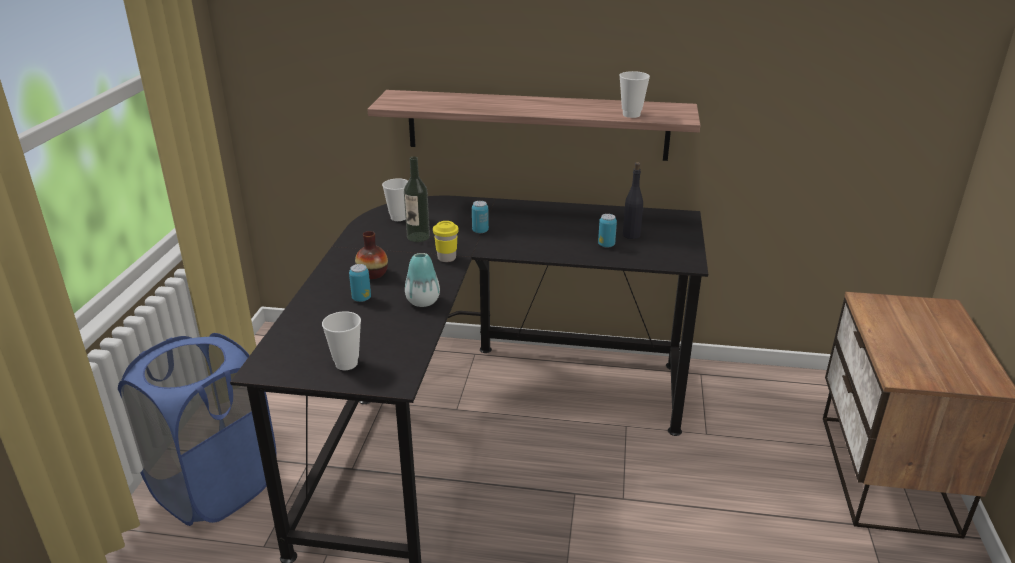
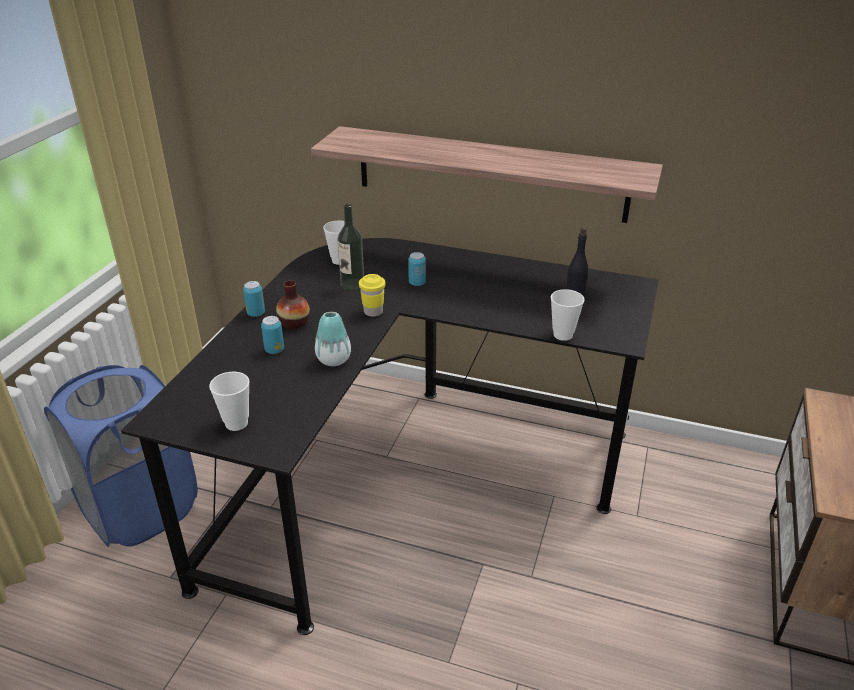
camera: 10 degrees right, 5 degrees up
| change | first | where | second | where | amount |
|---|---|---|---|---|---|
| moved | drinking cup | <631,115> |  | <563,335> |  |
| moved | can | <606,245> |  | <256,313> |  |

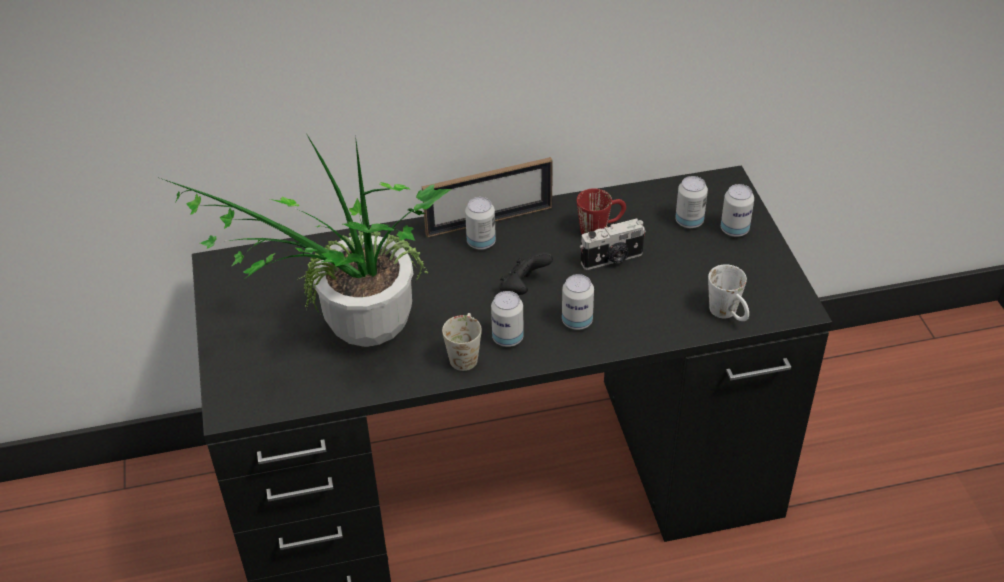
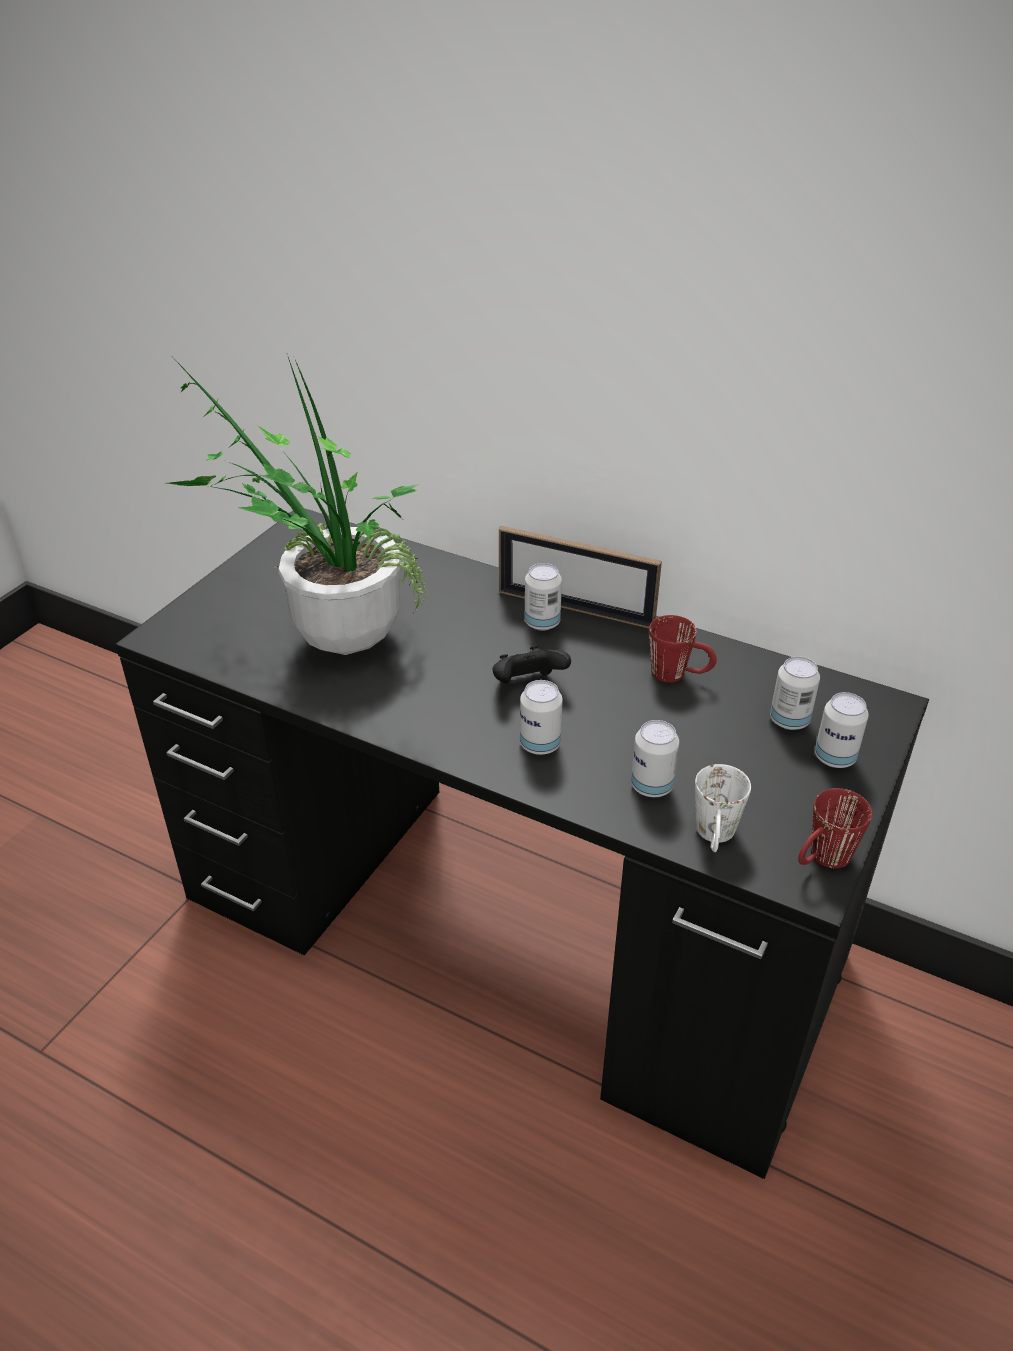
camera: 40 degrees right, 5 degrees down
| change | first | where | second | where | amount |
|---|---|---|---|---|---|
| removed | still camera | <612,259> |  |  |  |
| moved | can | <507,338> |  | <651,786> |  |
| removed | mug (whitish) | <465,353> |  |  |  |
| added |  |  | mug (reddish) | <822,860> |  |

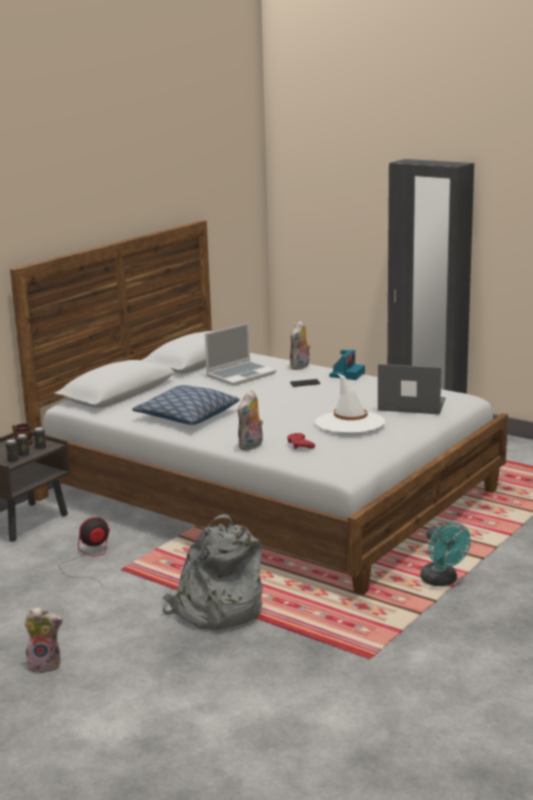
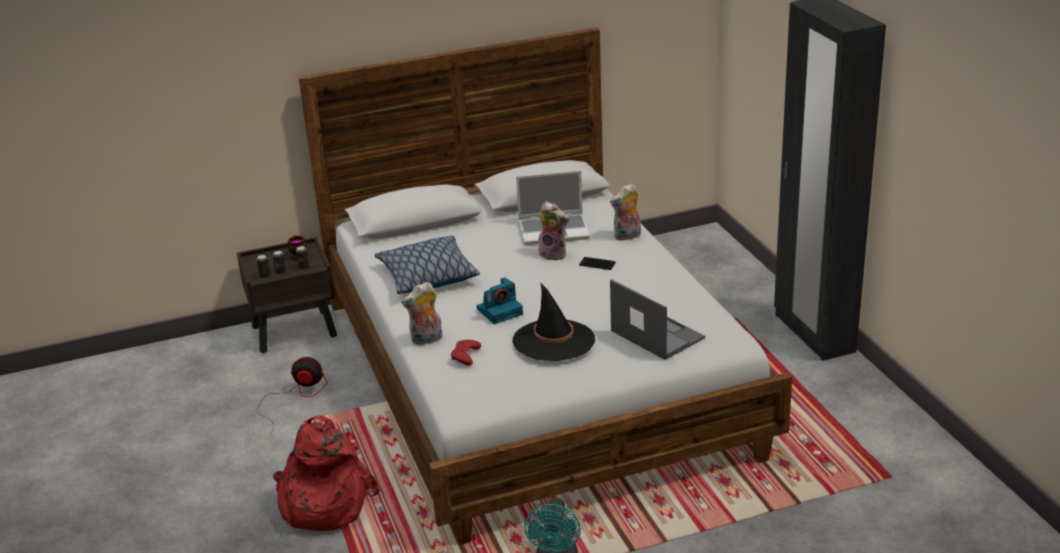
camera: 35 degrees right, 10 degrees up
| change | first | where | second | where | amount |
|---|---|---|---|---|---|
| moved | still camera | <347,374> |  | <500,311> |  |
| recoloured | wearable hat (whitish) | <350,423> | wearable hat (black) | <554,341> |  |
| recoloured | knapsack (greyish) | <216,610> | knapsack (reddish) | <322,503> |  |
| moved | soft toy | <45,664> |  | <554,254> |  |

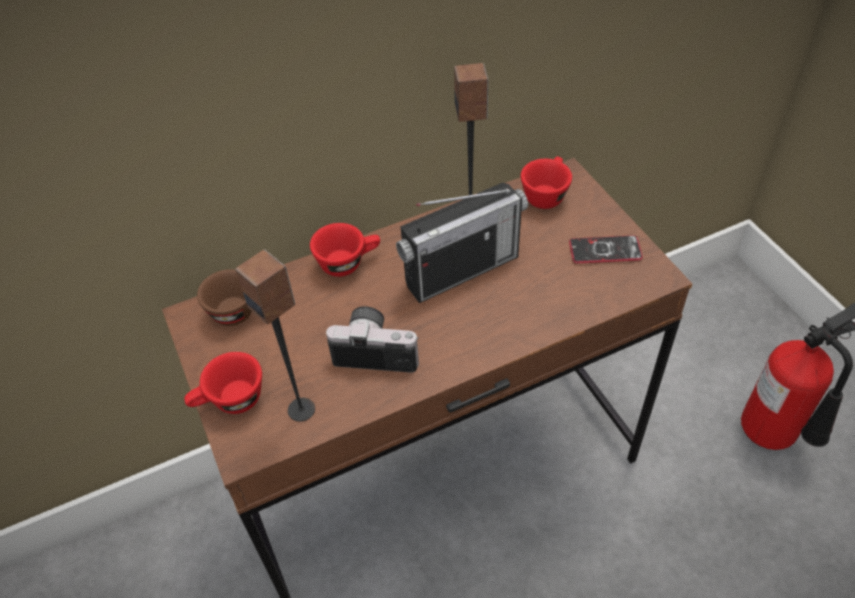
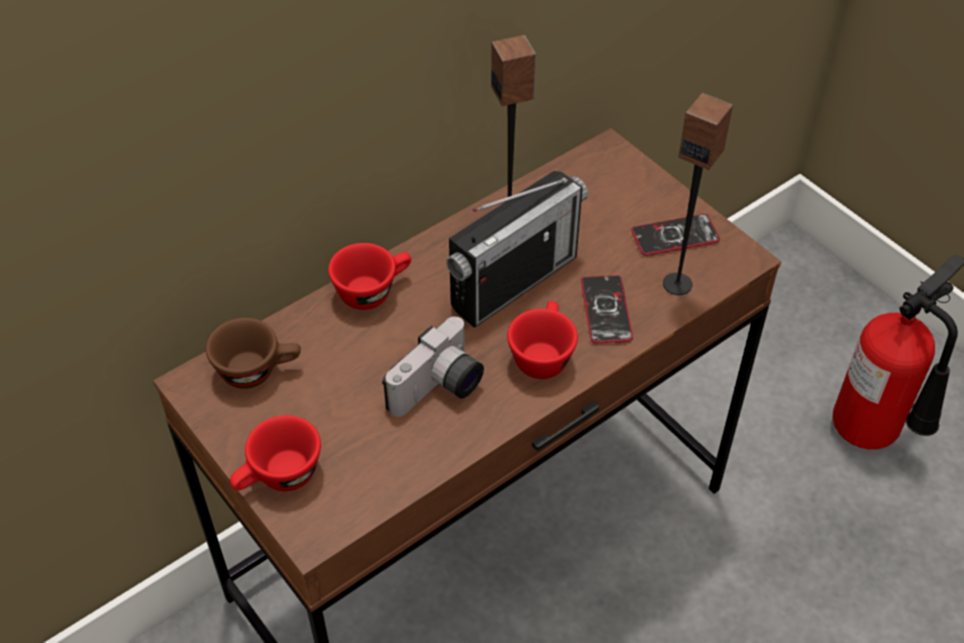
camera: 15 degrees left, 0 degrees up
| change | first | where | second | where | amount |
|---|---|---|---|---|---|
| moved | drinking cup (reddish) | <546,194> |  | <541,354> |  |
| moved | audio speaker | <302,409> |  | <678,283> |  |
| turned | still camera | <377,349> |  | <439,390> | 135 degrees clockwise |
| added |  |  | telephone | <606,310> |  |

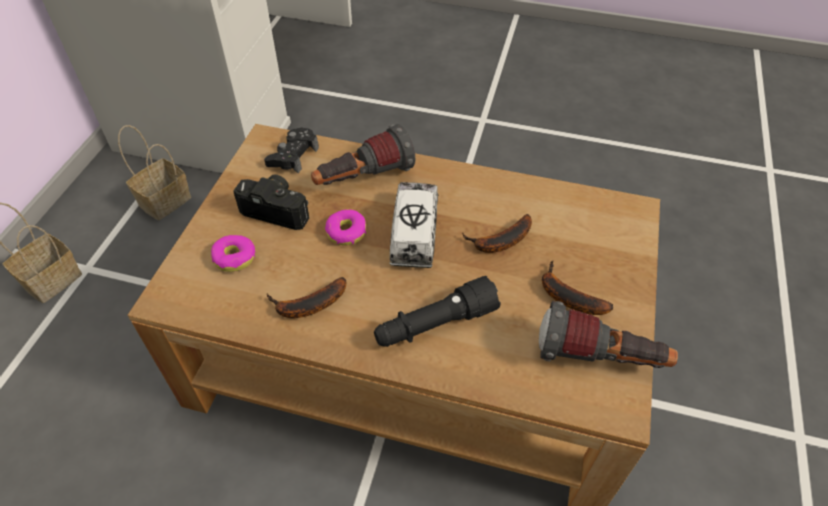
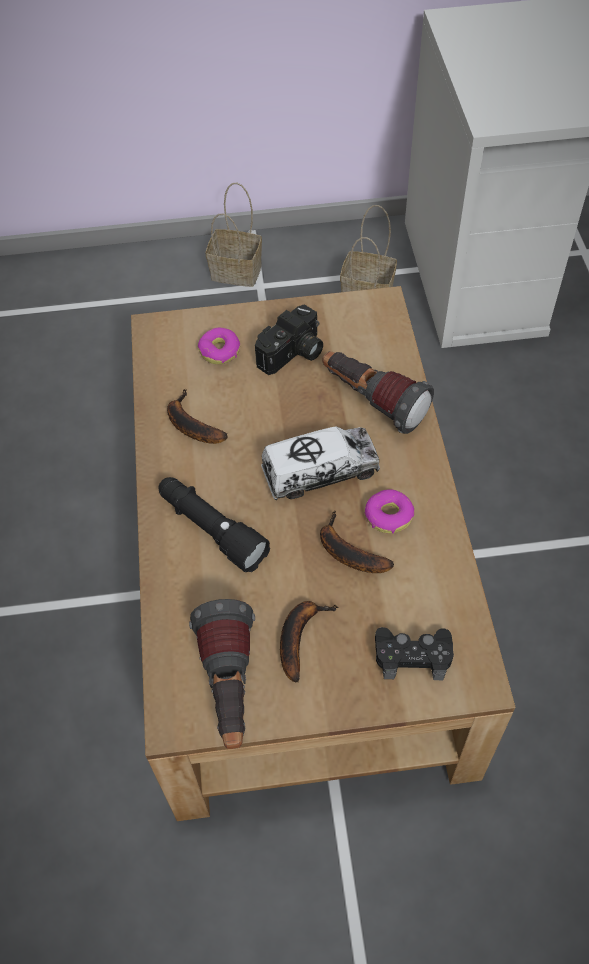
camera: 70 degrees right, 5 degrees up
| change | first | where | second | where | amount |
|---|---|---|---|---|---|
| moved | joypad (black) | <293,156> |  | <412,656> |  |
| turned | still camera | <278,209> |  | <293,355> | 45 degrees clockwise |
| moved | doughnut | <346,232> |  | <388,515> |  |

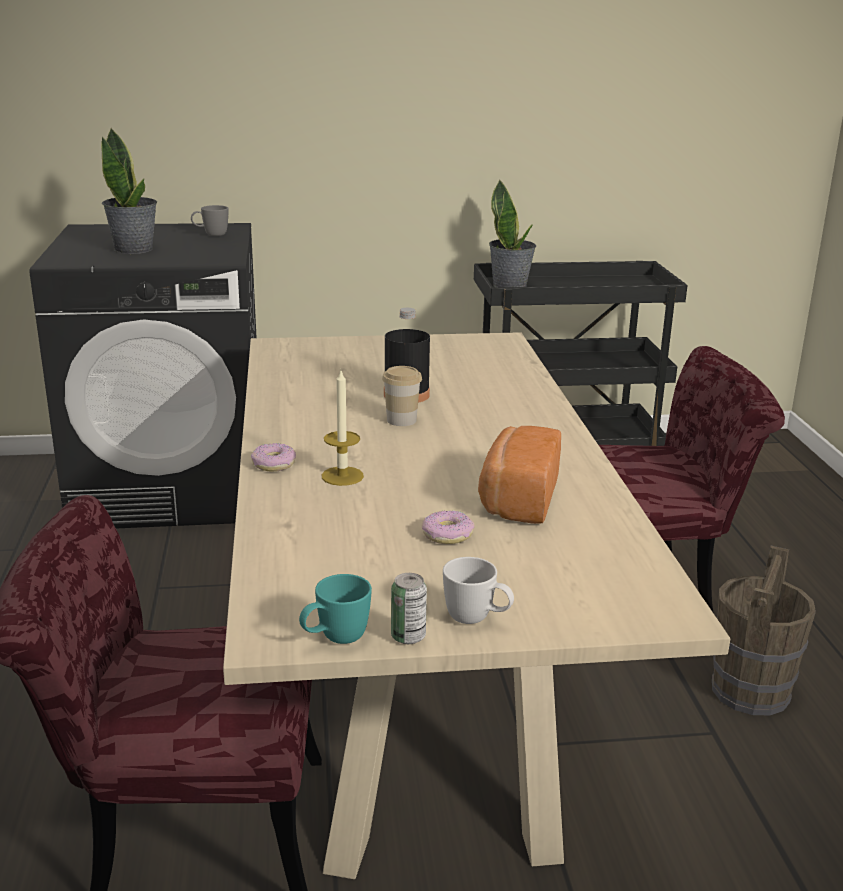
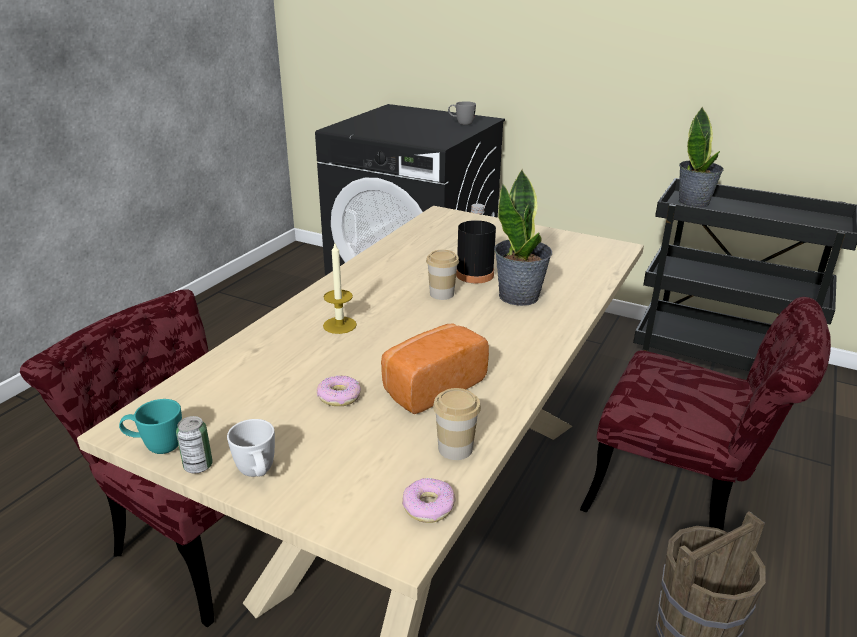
camera: 35 degrees right, 5 degrees up
| change | first | where | second | where | amount |
|---|---|---|---|---|---|
| moved | houseplant | <134,249> |  | <519,296> |  |
| moved | doughnut | <273,464> |  | <428,506> |  |
| added |  |  | drinking cup | <455,448> |  |

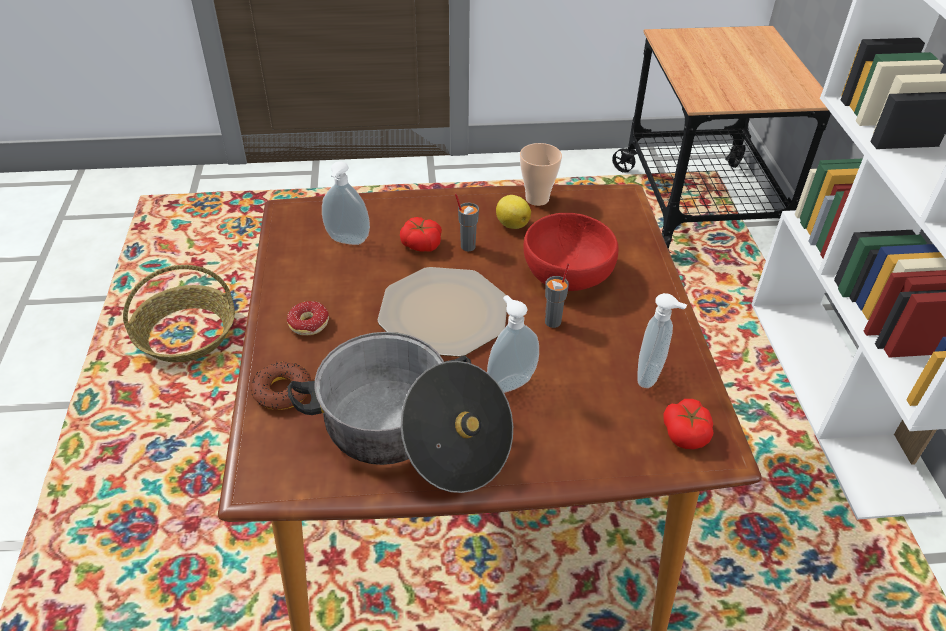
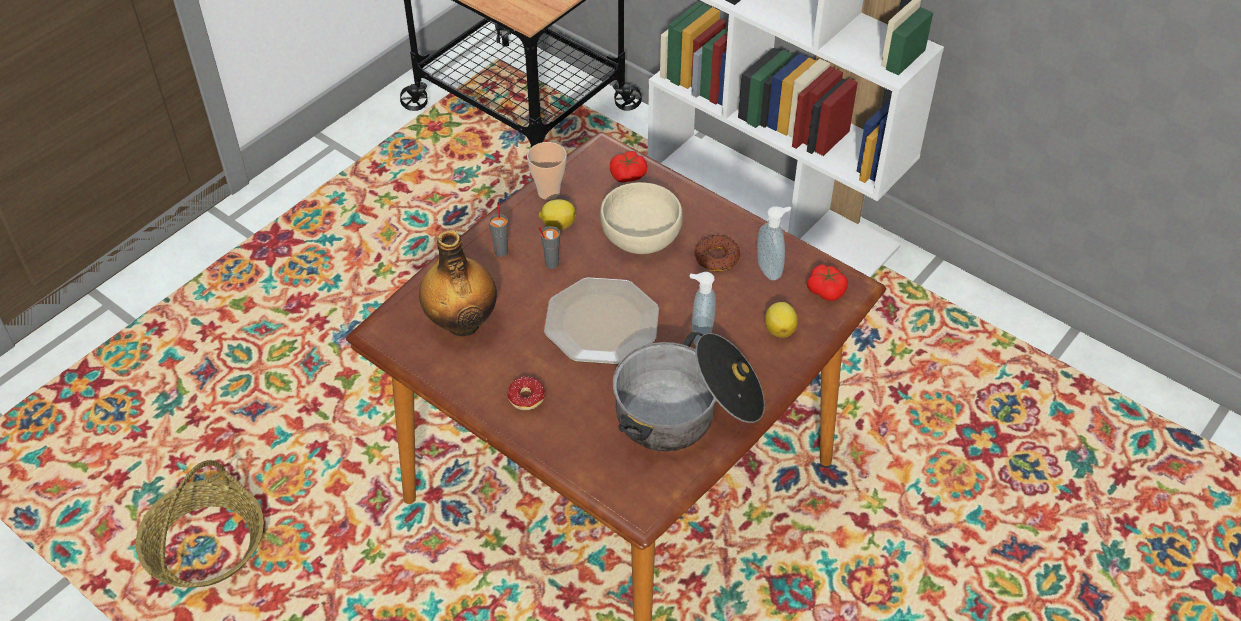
camera: 45 degrees left, 5 degrees up
| change | first | where | second | where | amount |
|---|---|---|---|---|---|
| replaced | soap bottle | <347,241> | beverage bottle | <462,322> |  |
| recoloured | bowl (reddish) | <566,274> | bowl (beige) | <640,237> |  |
| moved | fresh tomato | <421,244> |  | <628,175> |  |
| moved | drinking cup (greyish) | <553,322> |  | <501,251> |  |
| moved | doughnut | <282,391> |  | <716,257> |  |
| added |  |  | whole lemon | <780,329> |  |

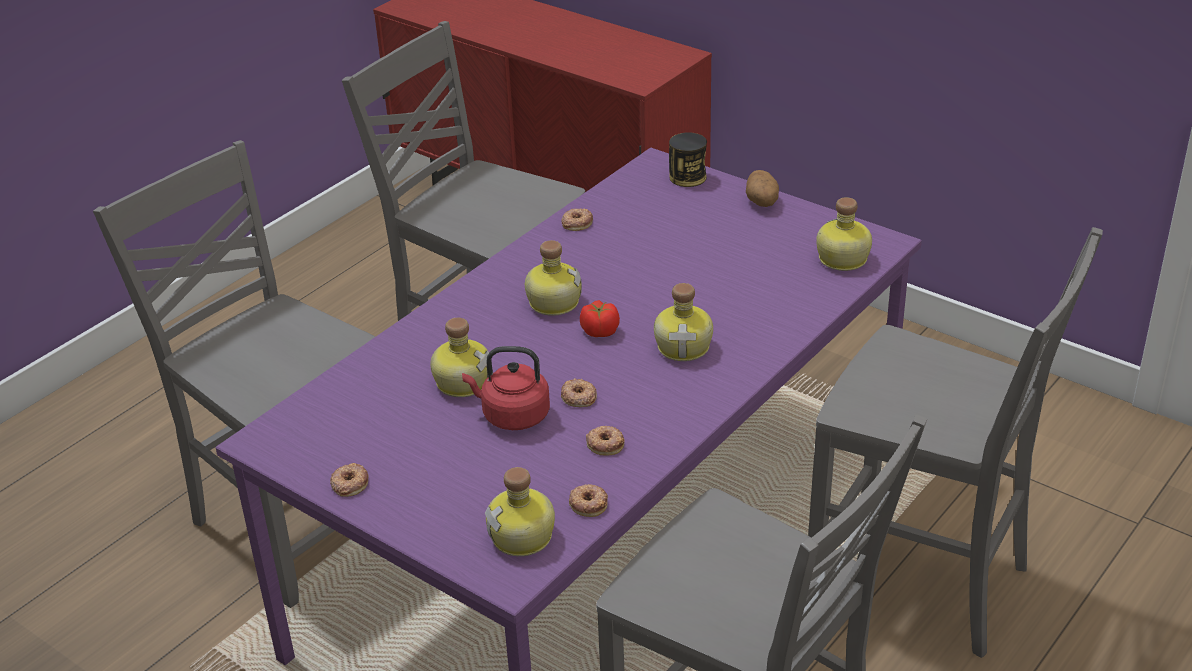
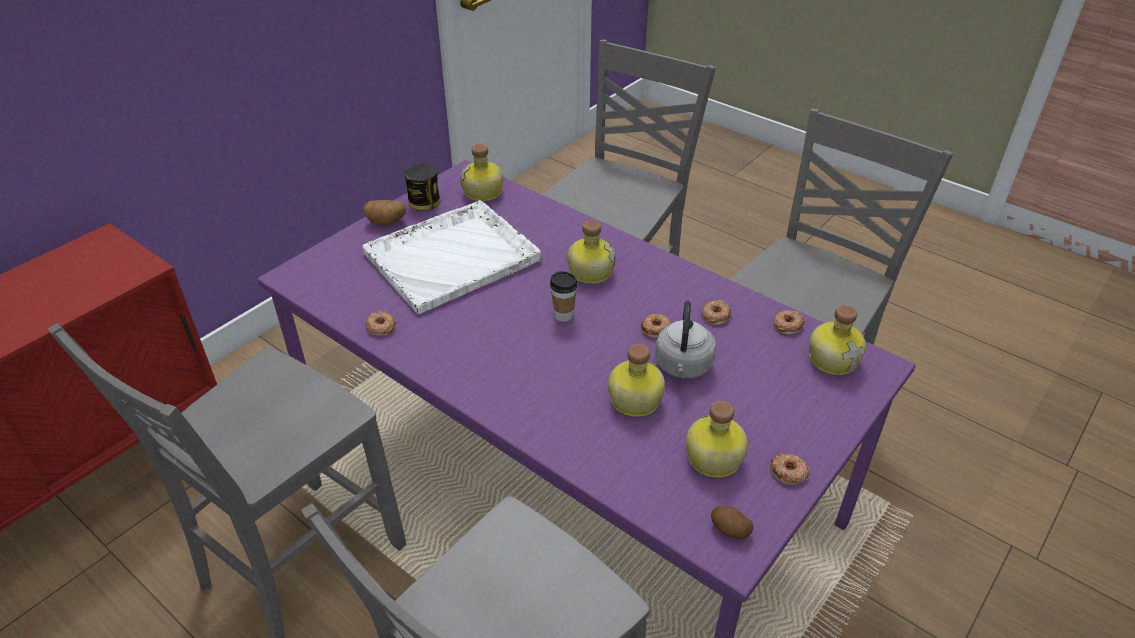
camera: 90 degrees left, 5 degrees up
| change | first | where | second | where | amount |
|---|---|---|---|---|---|
| moved | can | <687,177> |  | <424,201> |  |
| moved | beverage bottle | <553,302> |  | <712,459> |  |
| replaced | fresh tomato | <599,331> | drinking cup | <563,315> |  |
| recoloured | tea kettle (reddish) | <512,416> | tea kettle (greyish) | <683,367> |  |
| added |  |  | tray (whitish) | <453,257> |  |
| added |  |  | potato | <729,530> |  |

